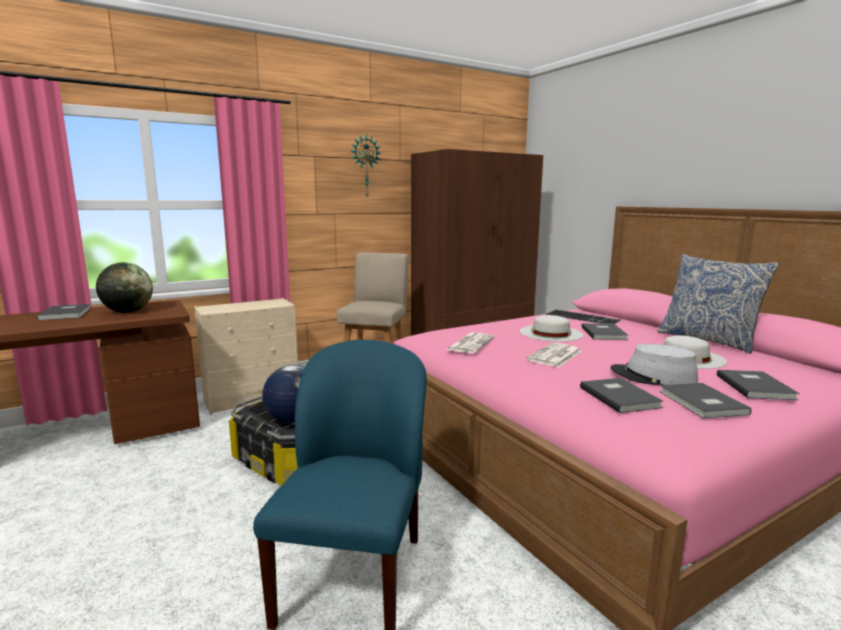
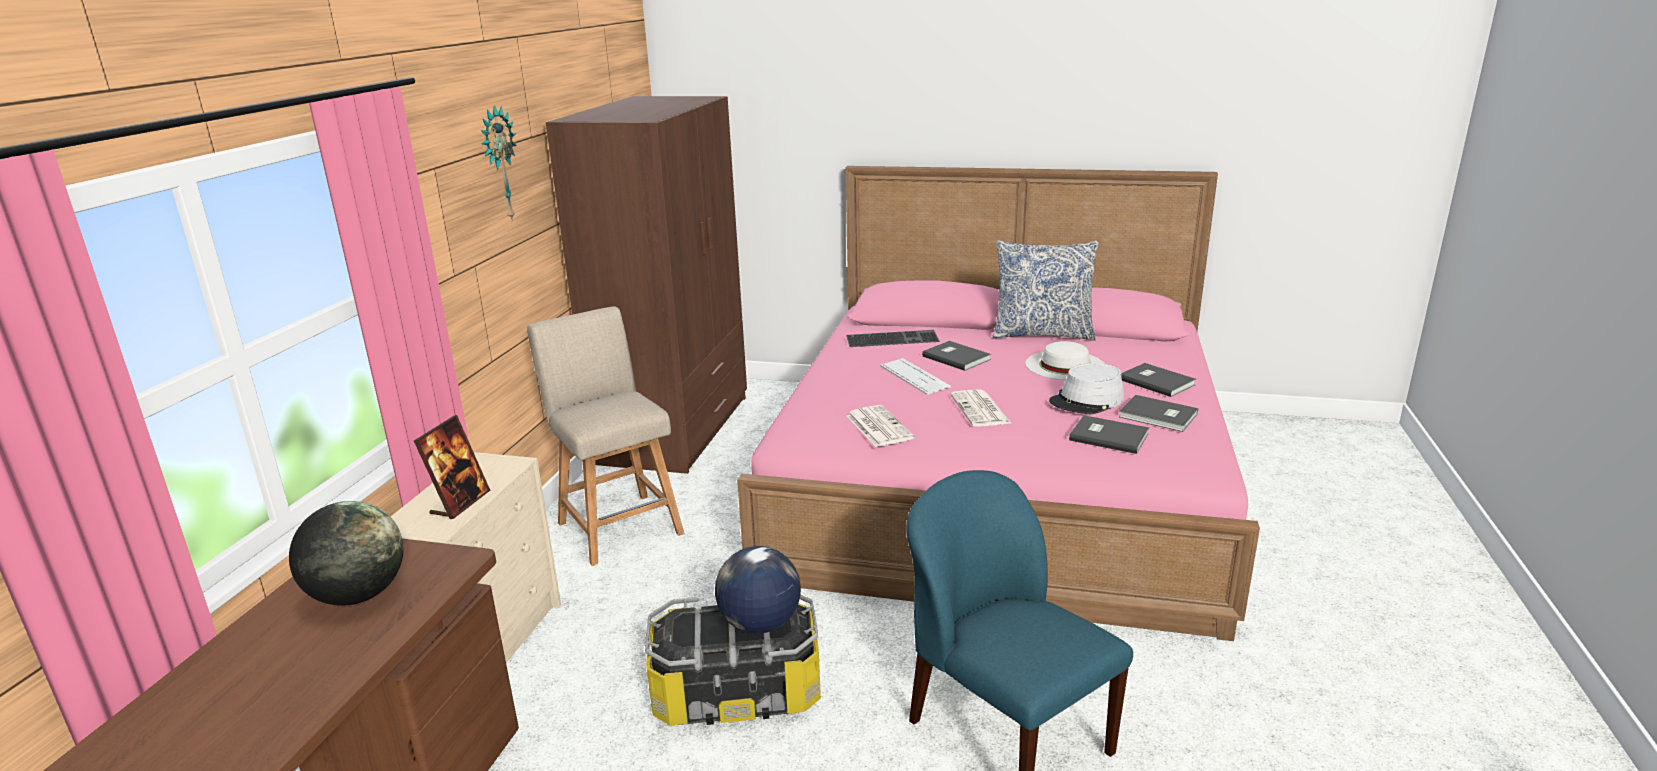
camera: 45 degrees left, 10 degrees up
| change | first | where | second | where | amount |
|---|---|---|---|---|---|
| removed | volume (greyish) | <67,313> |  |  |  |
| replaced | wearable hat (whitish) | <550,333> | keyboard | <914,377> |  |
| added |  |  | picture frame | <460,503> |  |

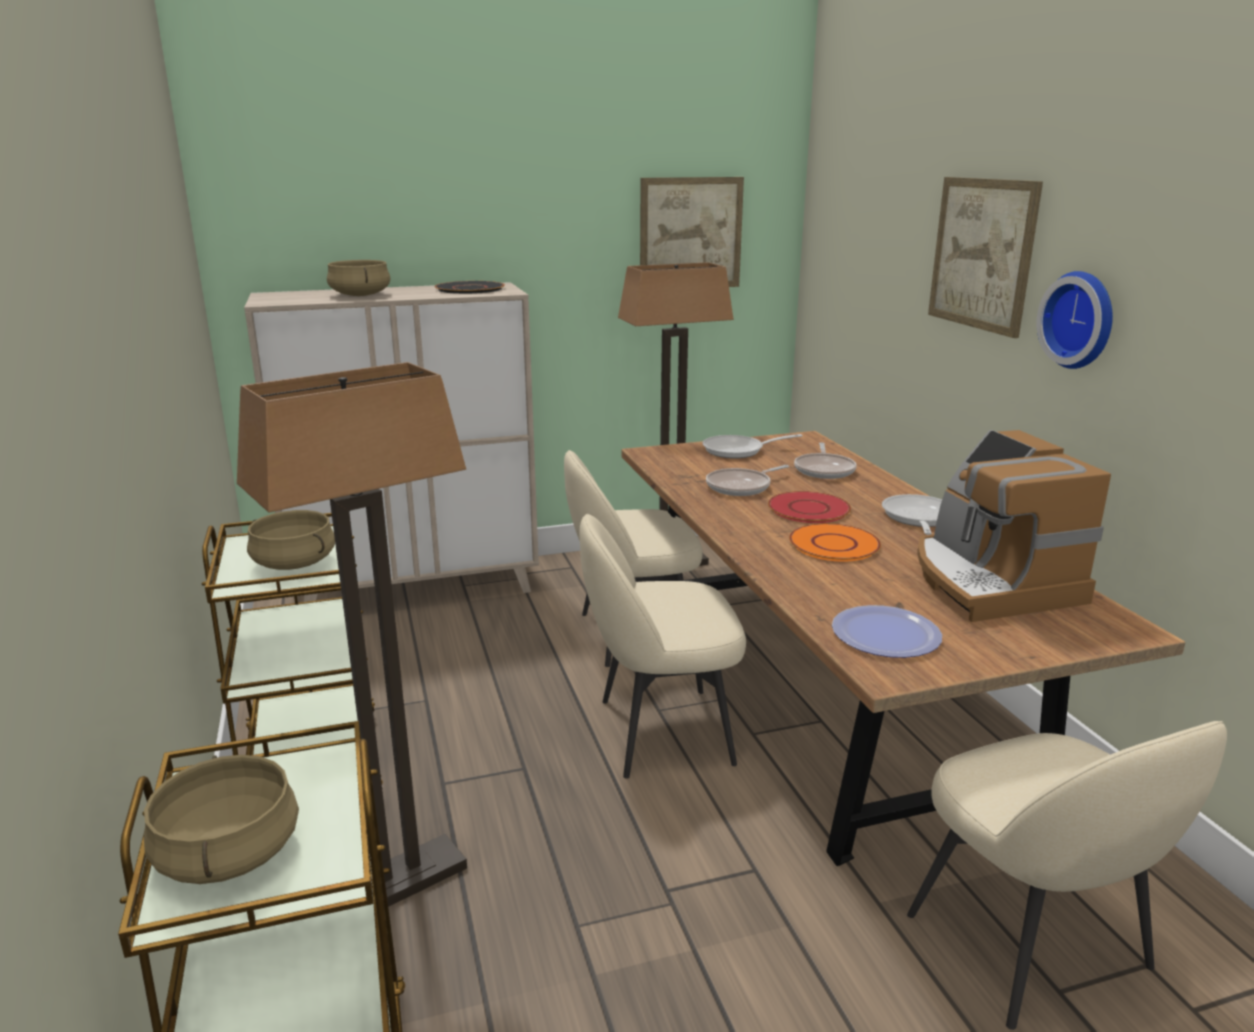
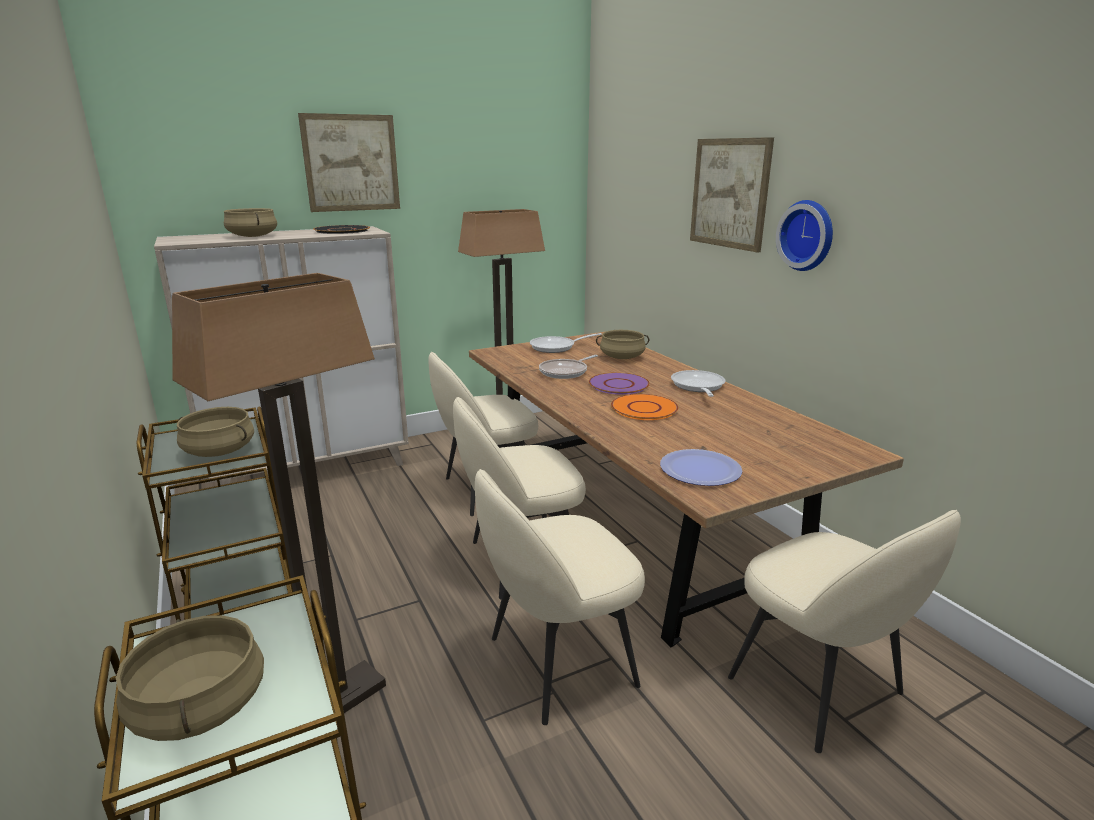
camera: 10 degrees left, 0 degrees up
| change | first | where | second | where | amount |
|---|---|---|---|---|---|
| moved | wall art | <690,233> |  | <351,163> |  |
| removed | coffee brewer | <989,582> |  |  |  |
| replaced | pan | <824,469> | saucepot (beige) | <622,357> |  |
| recoloured | dinner plate (reddish) | <808,509> | dinner plate (purple) | <618,385> |  |
| added |  |  | upright chair (beige) | <557,662> |  |

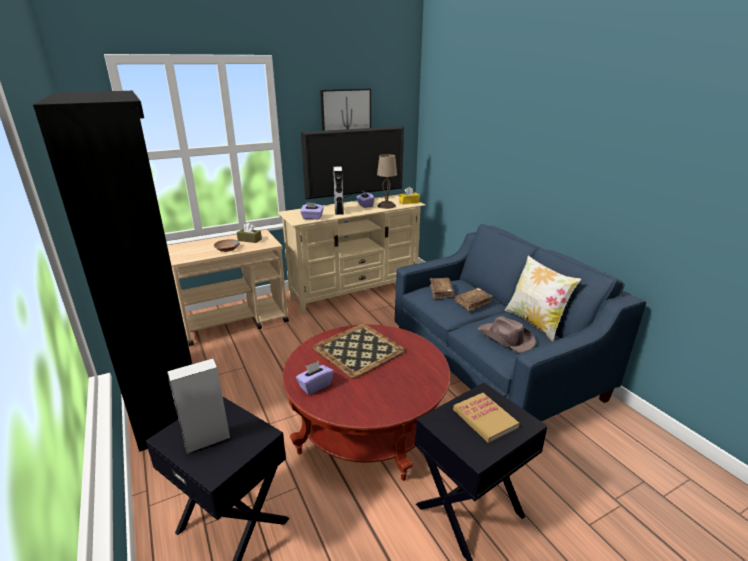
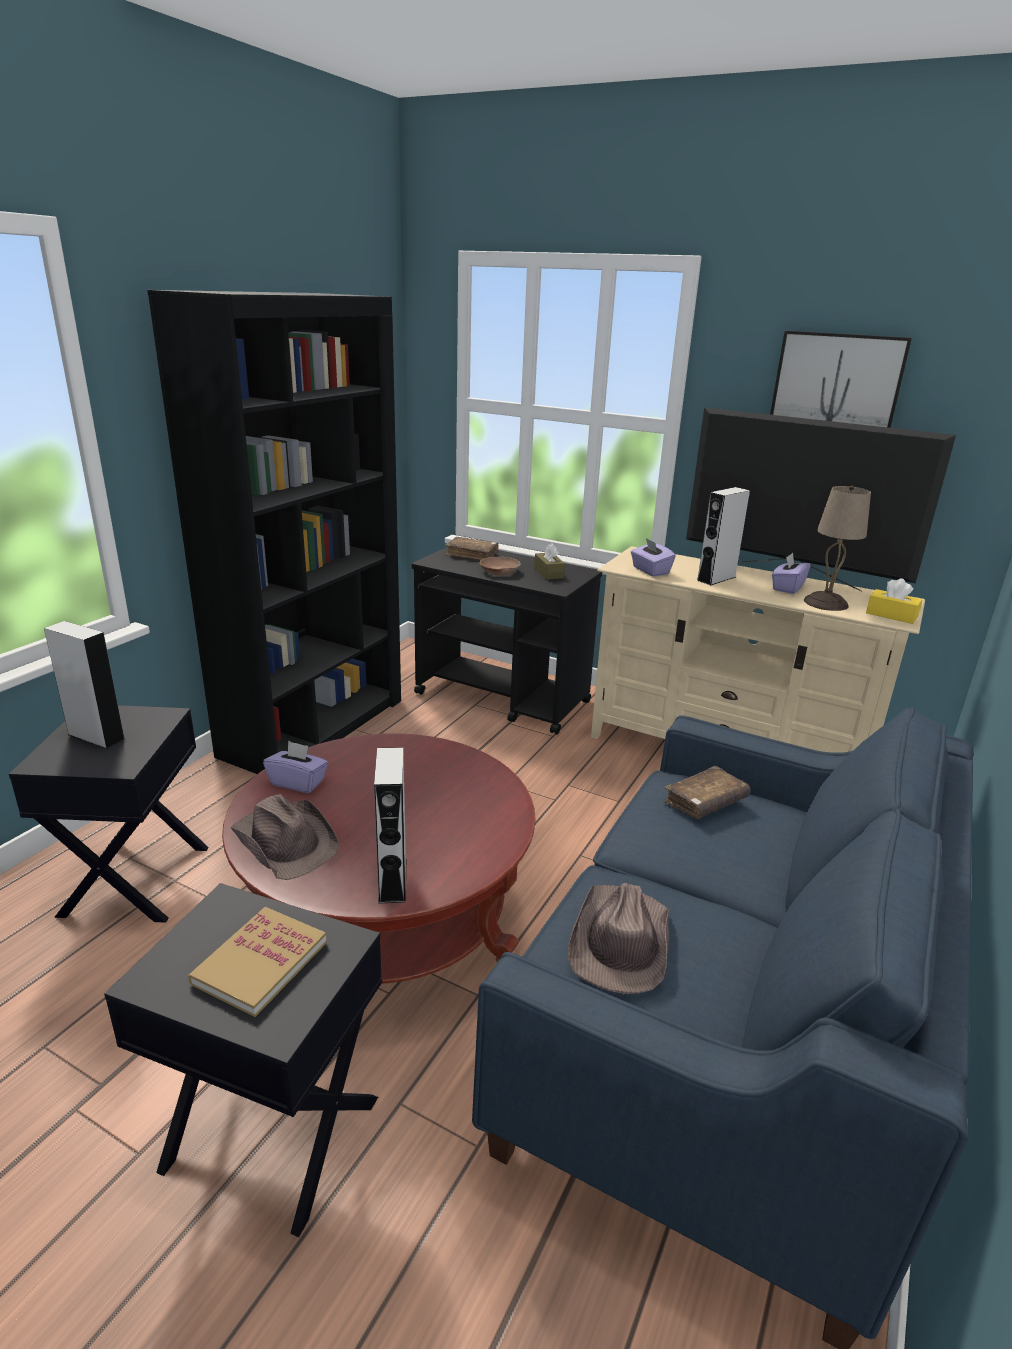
camera: 55 degrees right, 0 degrees up
| change | first | where | second | where | amount |
|---|---|---|---|---|---|
| recoloured | trolley (beige) | <236,322> | trolley (black) | <503,698> |  |
| removed | pillow | <535,322> |  |  |  |
| moved | volume (brown) | <472,303> |  | <472,555> |  |
| removed | tray | <358,350> |  |  |  |
| added |  |  | audio speaker (greyish) | <392,880> |  |
| added |  |  | wearable hat (brown) | <286,841> |  |

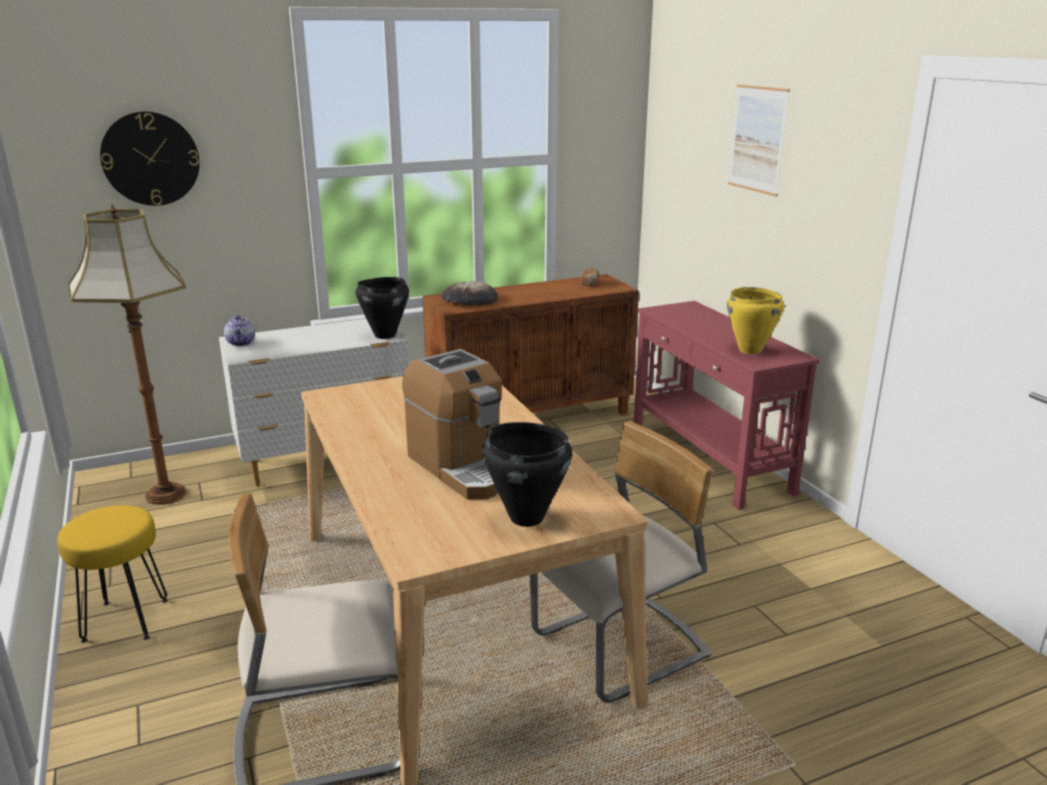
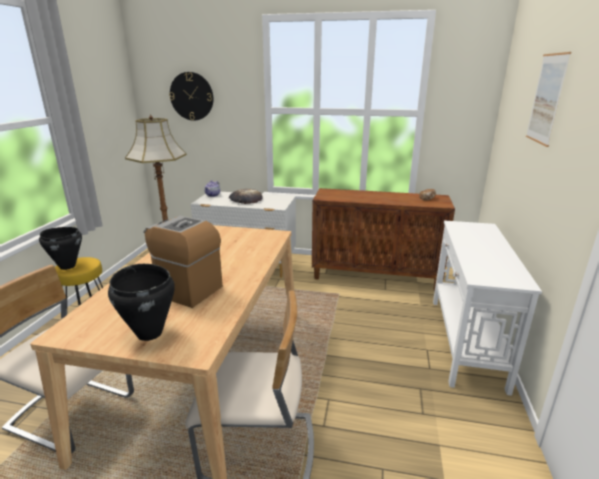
camera: 35 degrees right, 0 degrees up
| change | first | where | second | where | amount |
|---|---|---|---|---|---|
| moved | saucepot (black) | <384,335> |  | <67,266> |  |
| moved | bakery bread | <469,300> |  | <245,199> |  |
| removed | saucepot (yellow-coloured) | <750,350> |  |  |  |
| recoloured | hall table (reddish) | <709,459> | hall table (whitish) | <465,341> |  |
| turned | coffee brewer | <466,467> |  | <179,288> | 120 degrees clockwise |

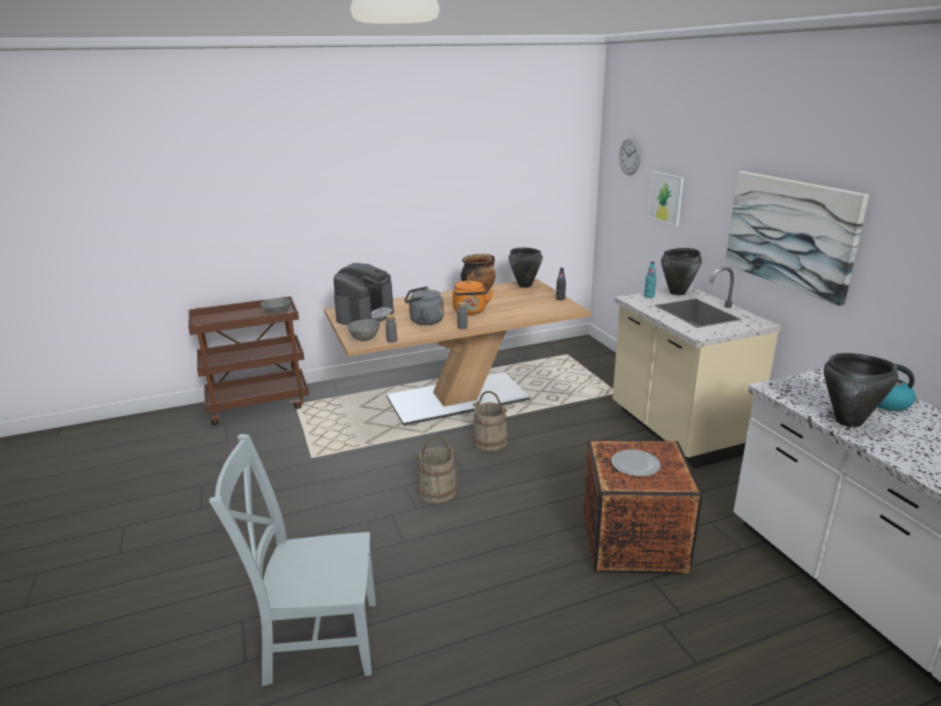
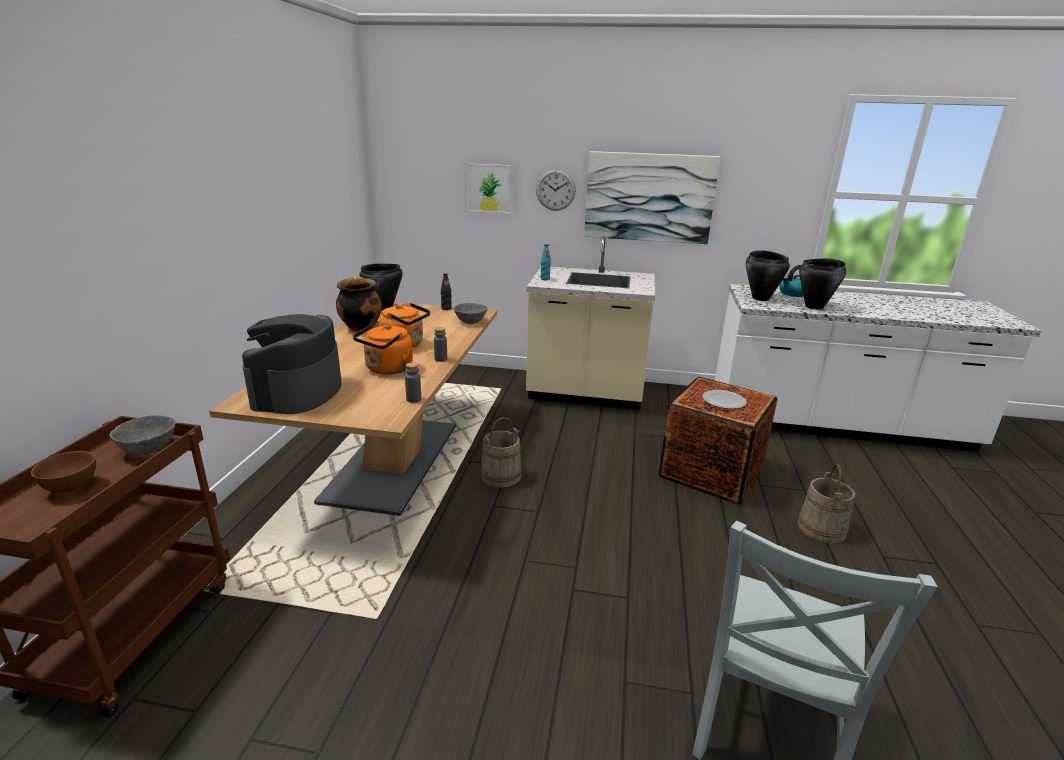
camera: 60 degrees left, 0 degrees up
| change | first | where | second | where | amount |
|---|---|---|---|---|---|
| moved | clock on the wall | <629,156> |  | <555,190> |  |
| moved | saucepot (black) | <678,292> |  | <761,298> |  |
| turned | coffee brewer | <365,314> |  | <297,392> | 135 degrees counterclockwise |
| recoloured | tea kettle (greyish) | <424,321> | tea kettle (orangey) | <387,370> |  |
| moved | bowl (greyish) | <364,338> |  | <470,322> |  |
| moved | bucket (beige) | <437,491> |  | <821,528> |  |
| added |  |  | bowl (brown) | <72,487> |  |

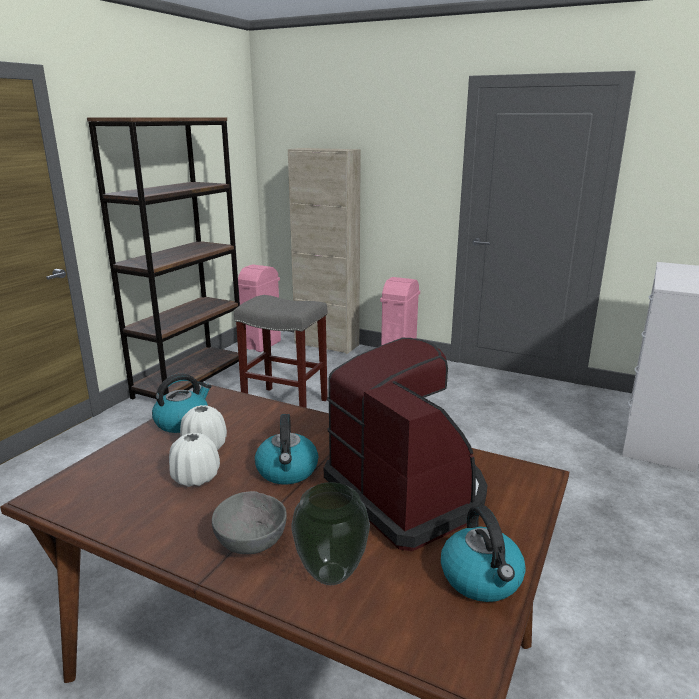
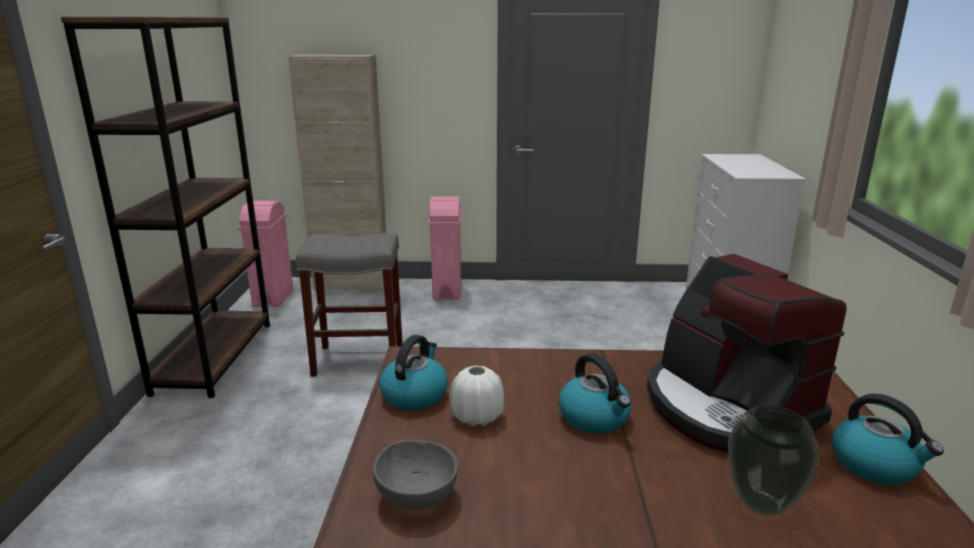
camera: 25 degrees left, 0 degrees up
| change | first | where | second | where | amount |
|---|---|---|---|---|---|
| turned | coffee brewer | <408,493> |  | <726,407> | 150 degrees counterclockwise |
| removed | flower vase (whitish) | <196,478> |  |  |  |
| moved | bowl (greyish) | <252,541> |  | <417,495> |  |

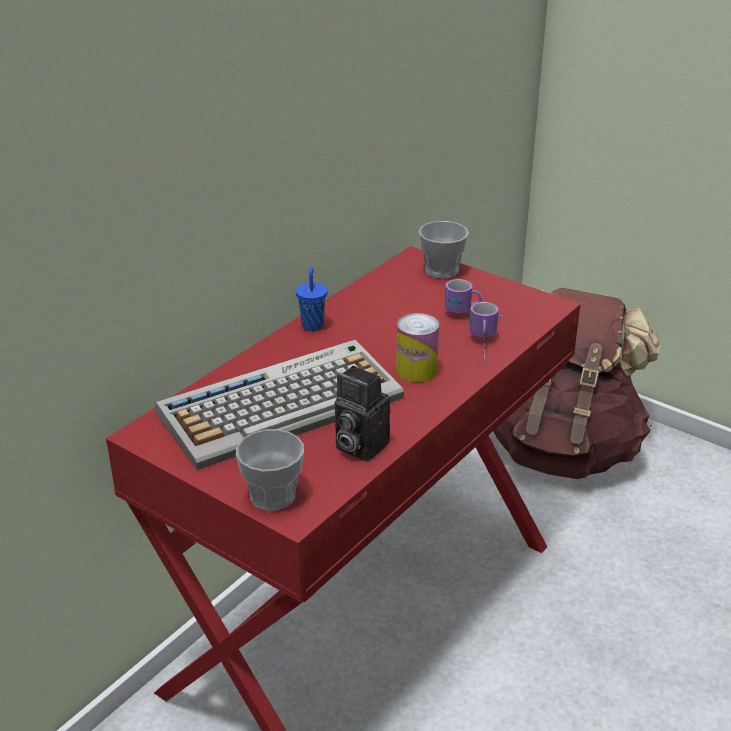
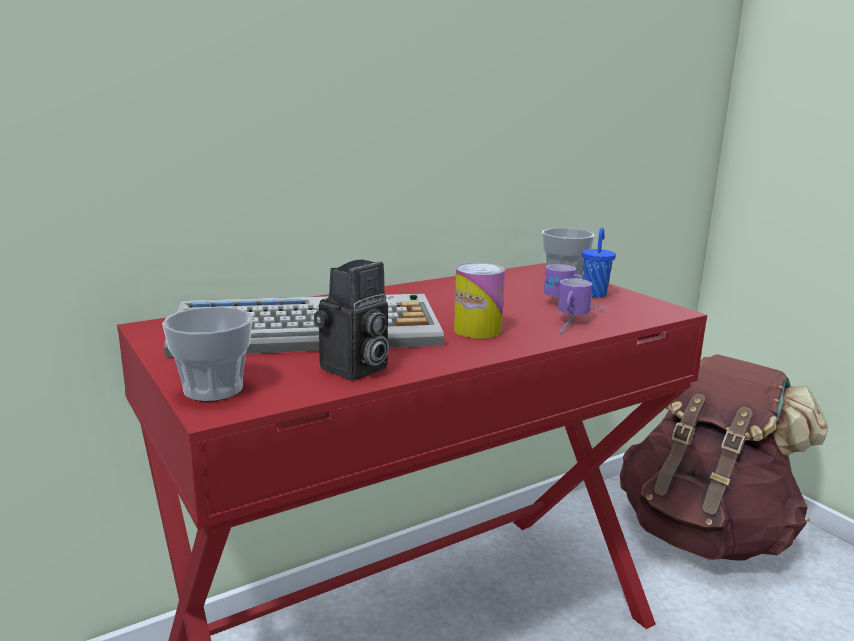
camera: 20 degrees right, 15 degrees down
| change | first | where | second | where | amount |
|---|---|---|---|---|---|
| moved | drinking cup (blue) | <312,325> |  | <595,294> |  |
| turned | still camera | <358,446> |  | <354,370> | 105 degrees counterclockwise |

